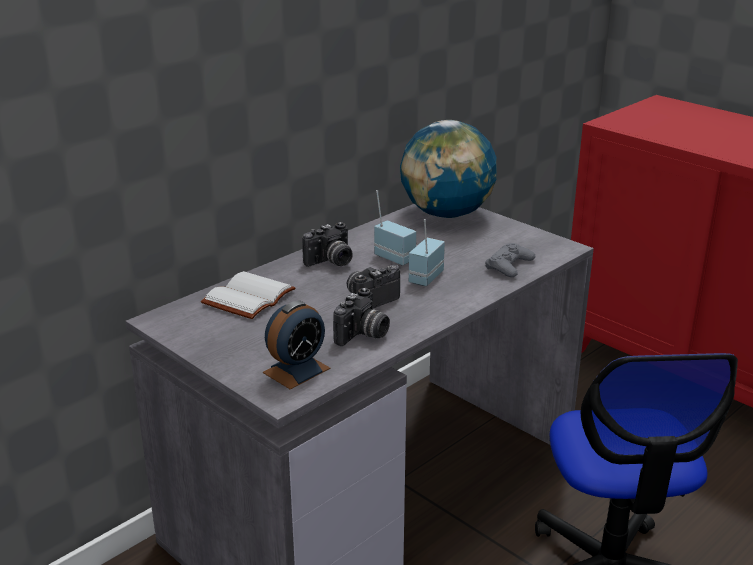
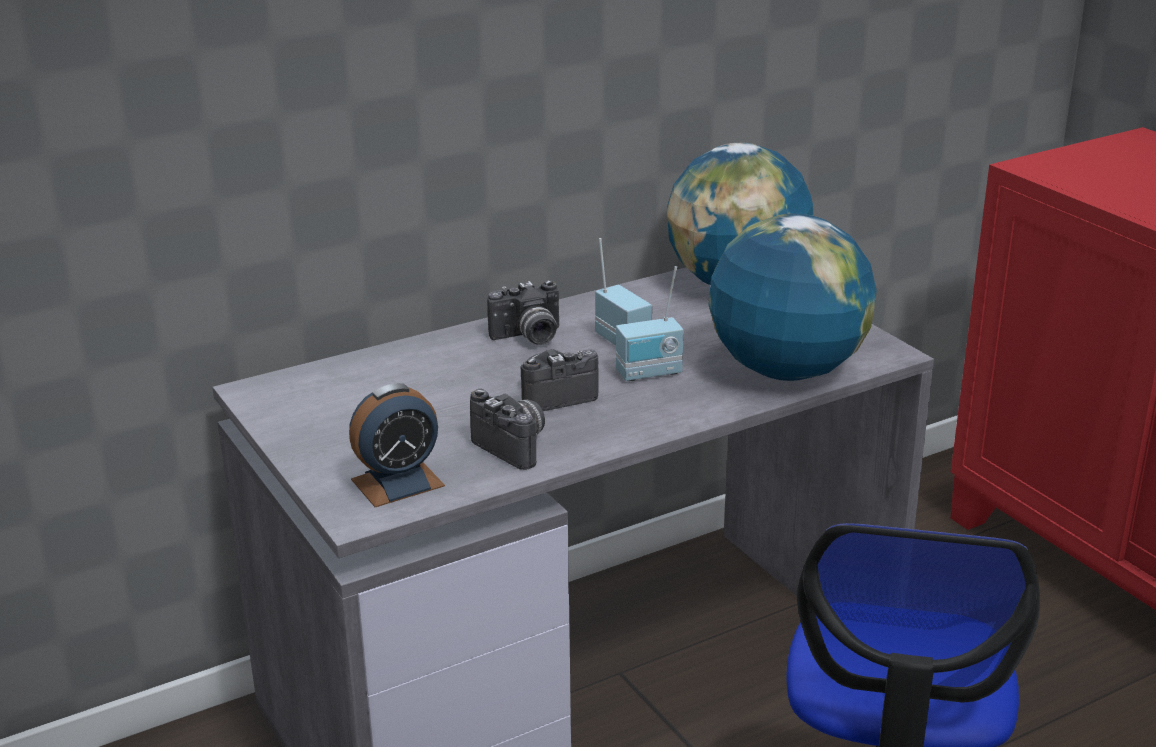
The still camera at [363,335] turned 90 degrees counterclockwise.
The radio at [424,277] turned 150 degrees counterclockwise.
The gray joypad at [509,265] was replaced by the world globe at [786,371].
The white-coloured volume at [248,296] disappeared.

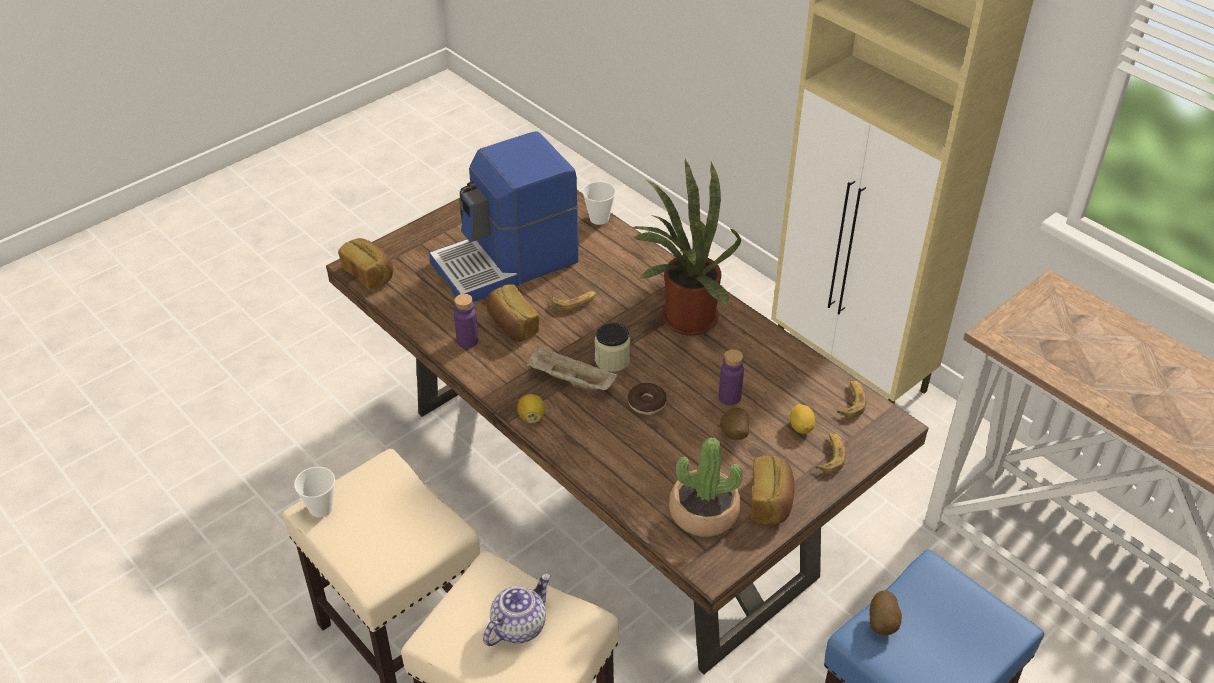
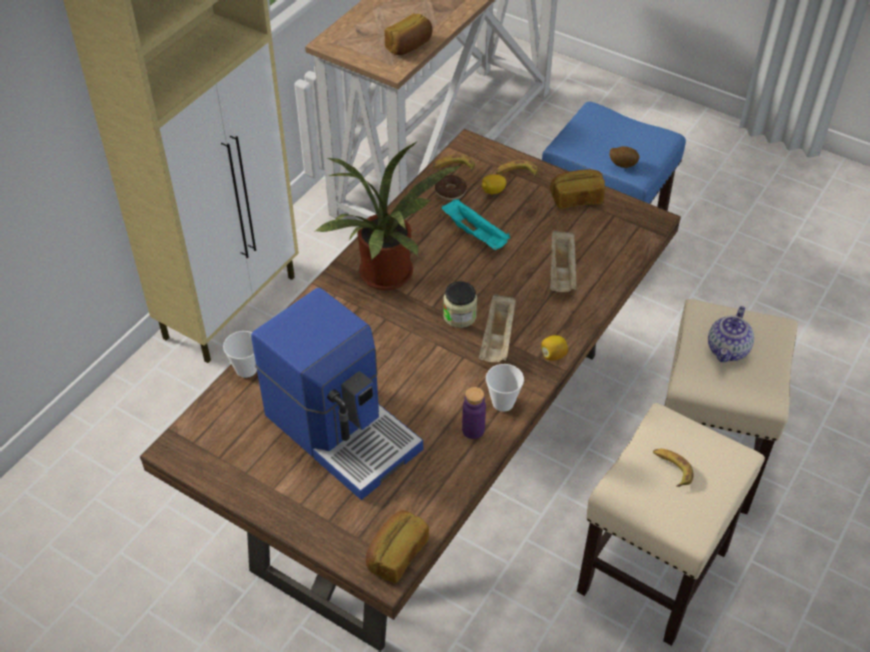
The bakery bread moved from [512,325] to [409,46].
The doughnut moved from [646,403] to [450,192].
The purplish drink bottle at [729,397] was replaced by the turquoise carrying tray at [476,235].
The drinking cup moved from [321,508] to [503,403].
The beige carrying tray at [562,272] appeared.
The banana moved from [574,302] to [671,468].
The tea pot at [518,625] turned 90 degrees counterclockwise.
The houseplant at [703,513] disappeared.
The whole potato at [733,435] disappeared.

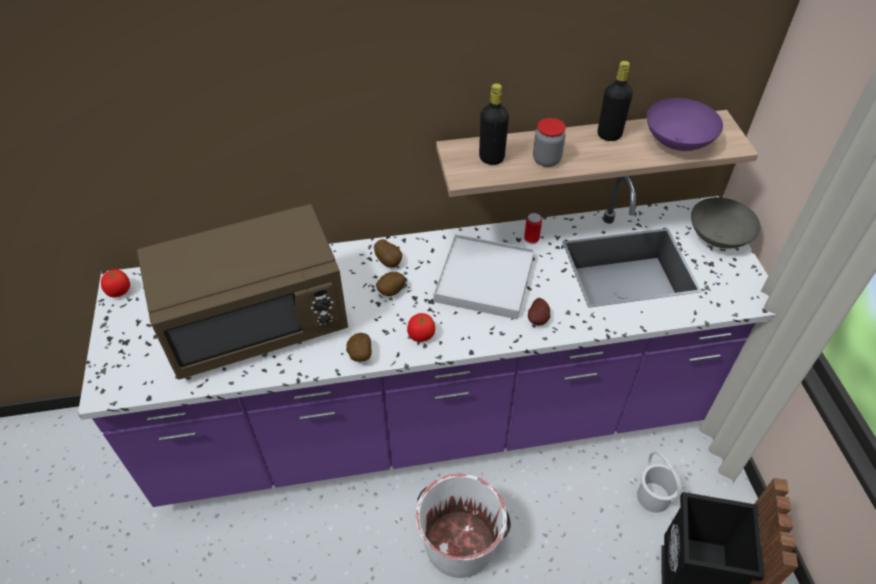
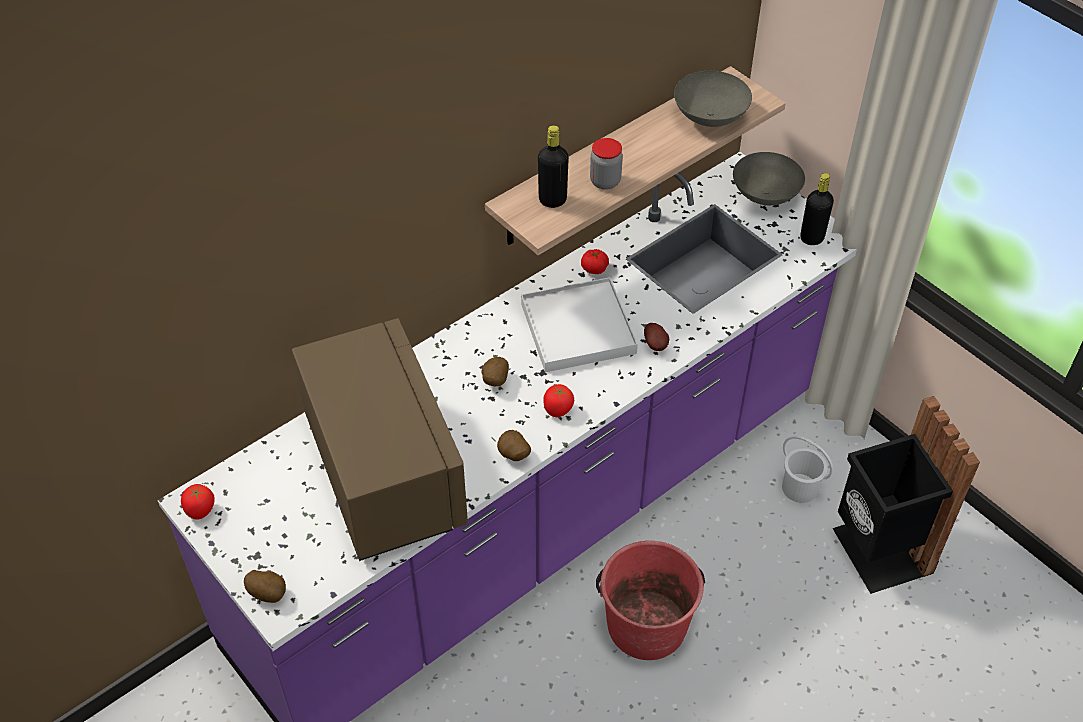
The whole potato moved from [389,261] to [268,593].
The brown kitchen microwave at [257,322] turned 60 degrees counterclockwise.
The metal can at [531,239] was replaced by the tomato at [594,268].
The white-coloured water bucket at [460,543] became the red water bucket at [646,624].
The purplish serving bowl at [678,142] became the gray serving bowl at [710,117].
The black drink bottle moved from [609,135] to [812,238].

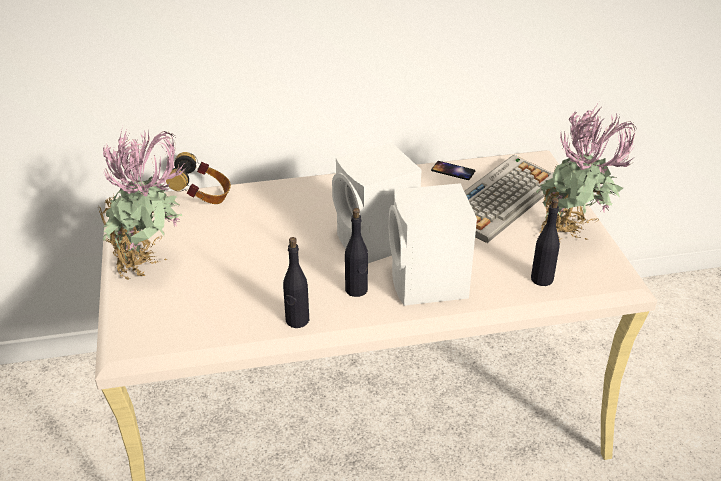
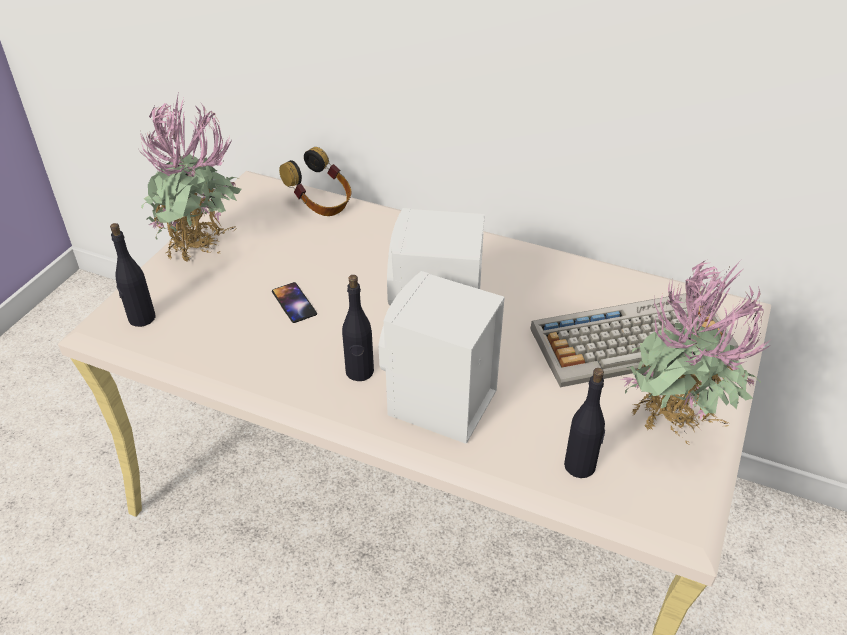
The black drink bottle moved from [297,320] to [141,318].
The phone moved from [453,171] to [294,303].

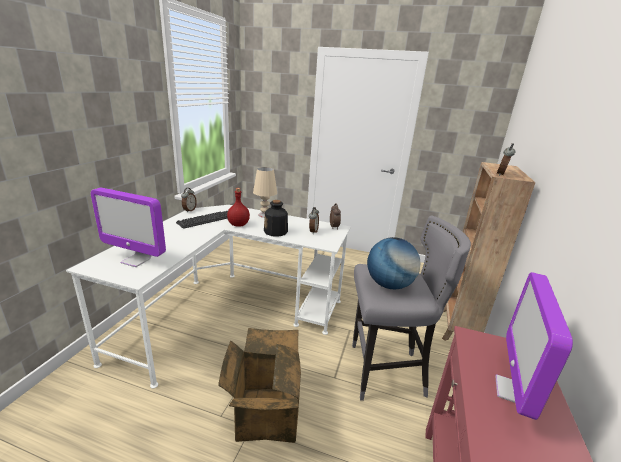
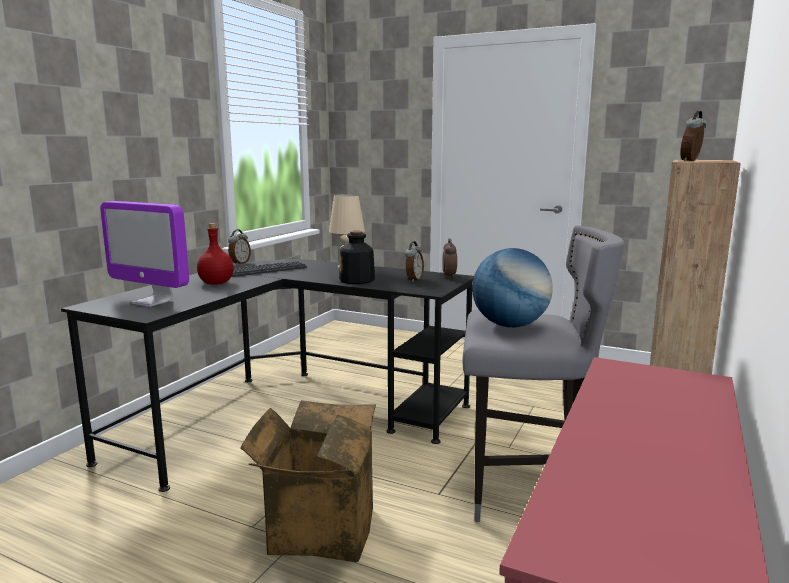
The white-coloured desk unit at [229,312] became the black desk unit at [290,414].
The red drink bottle moved from [238,224] to [217,283].
The monitor at [514,392] disappeared.

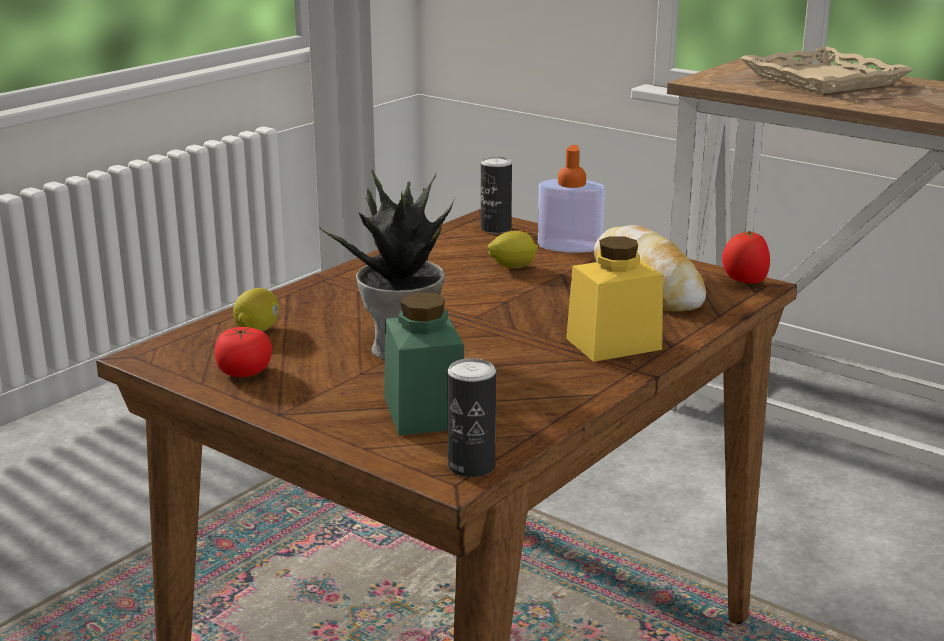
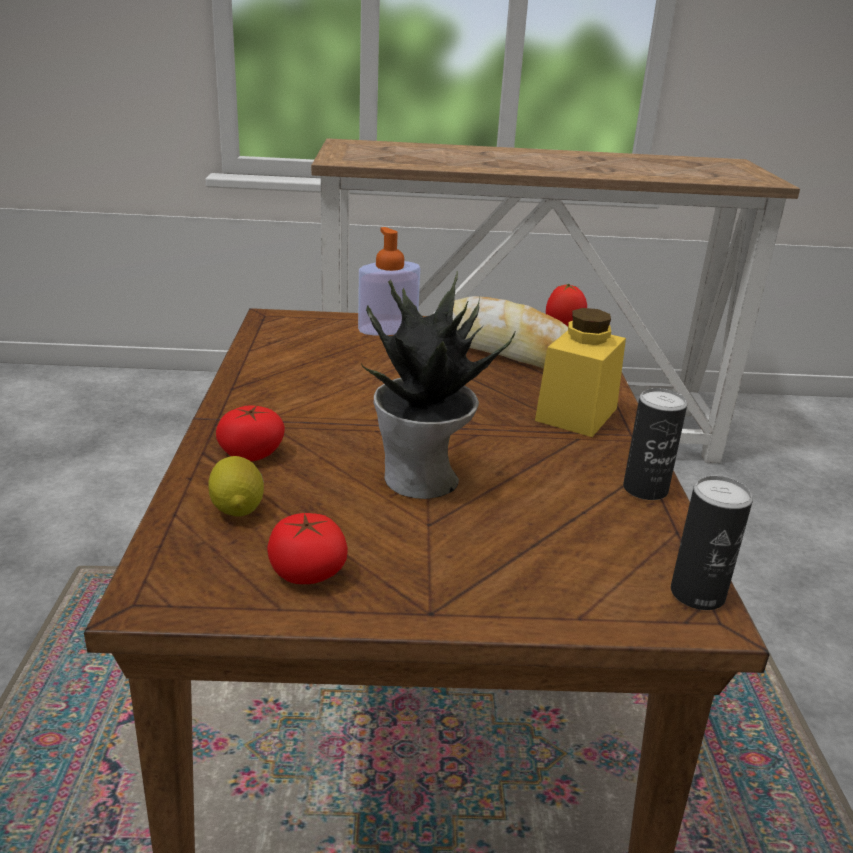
The tomato at [251,453] appeared.
The metal can moved from [495,229] to [645,489].
The greenish preserve jar at [424,412] disappeared.
The lemon at [512,267] disappeared.
The beige carrying tray at [824,80] disappeared.

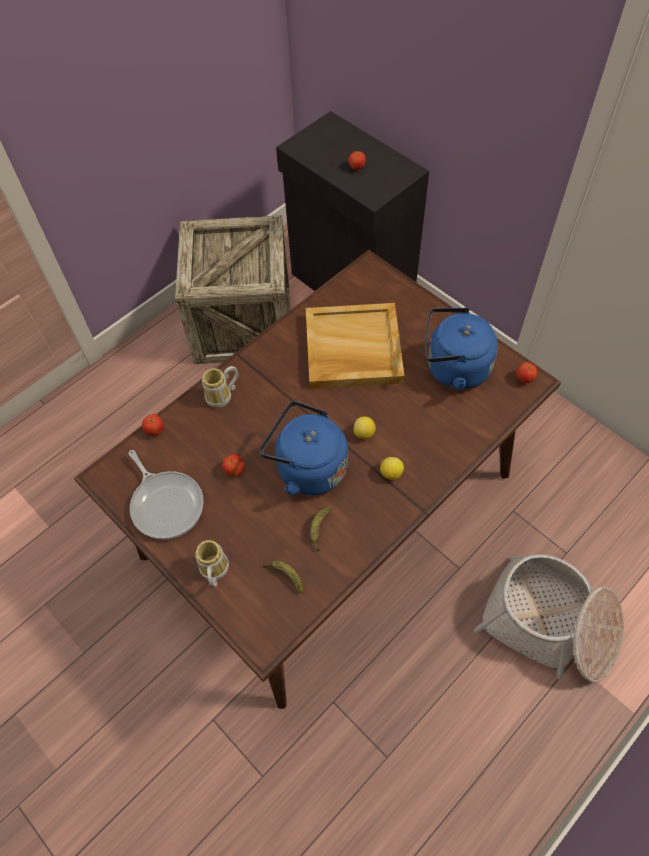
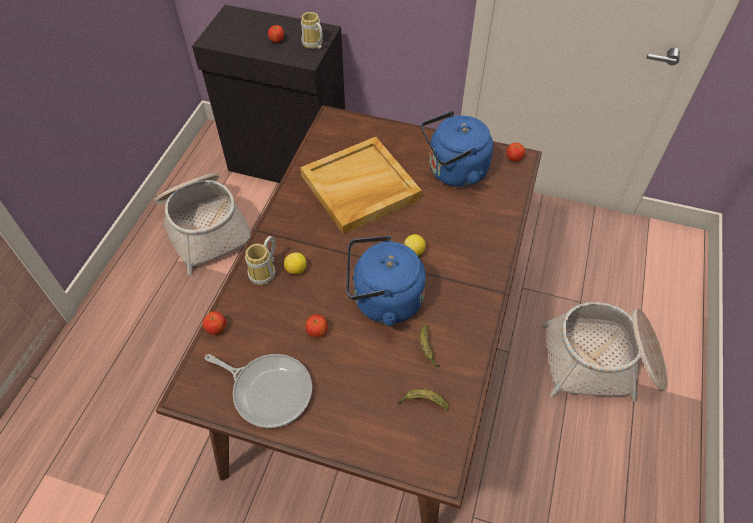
The packing crate at [243,323] was replaced by the basket at [205,227].
The lemon moved from [391,473] to [296,270].
The coffee mug moved from [213,571] to [313,45].

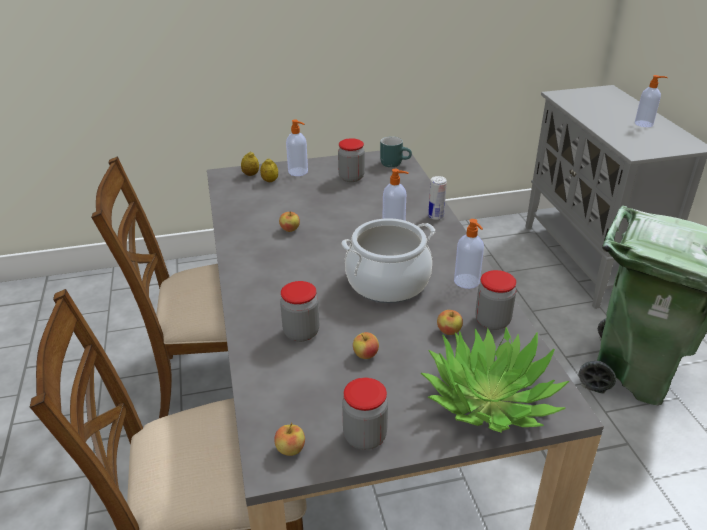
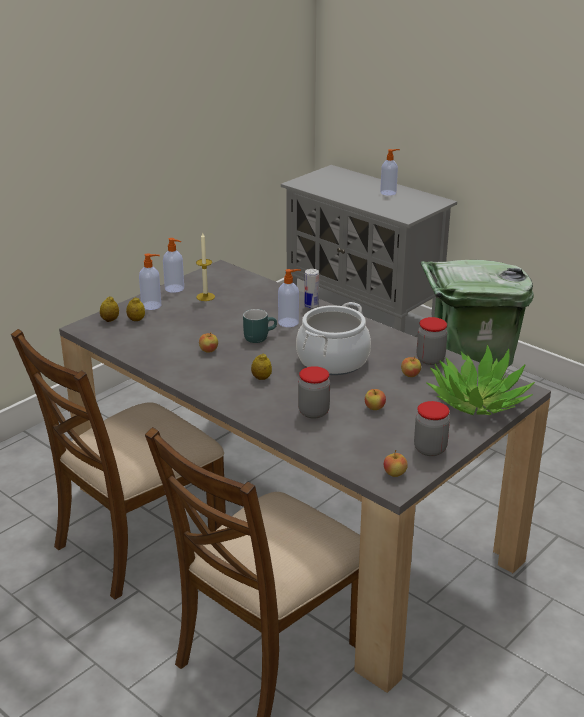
The soap dispenser moved from [467,282] to [175,288].
The preserve jar at [351,177] was replaced by the candle at [205,297].
The turquoise coffee mug moved from [395,163] to [259,336].
The lemon at [261,378] appeared.

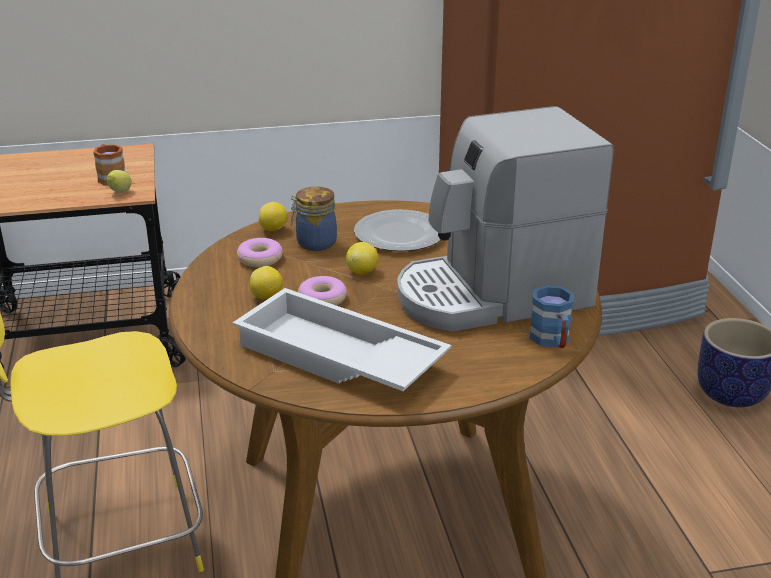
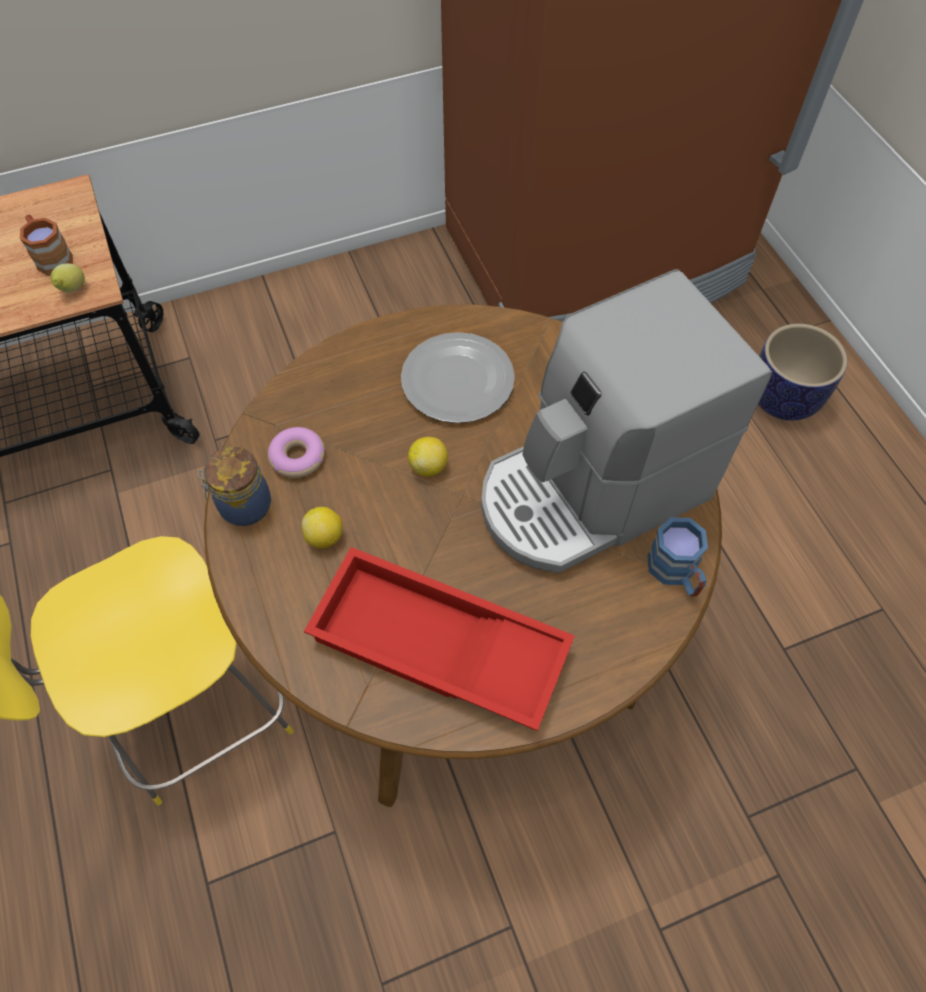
The preserve jar moved from [314,243] to [243,506].
The white-coloured carrying tray at [336,358] became the red carrying tray at [435,648].
The lemon at [274,230] disappeared.
The doughnut at [322,299] disappeared.

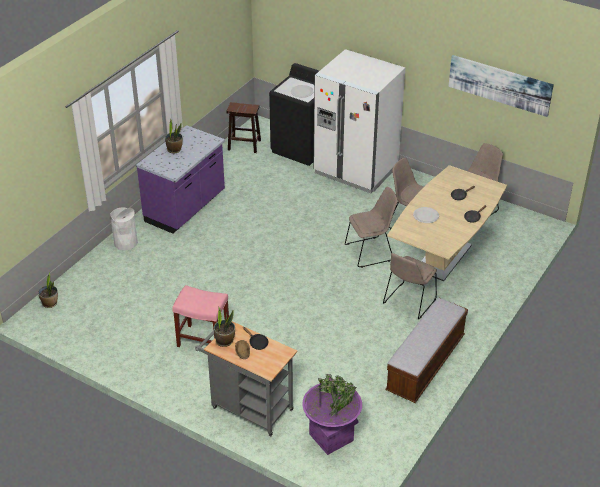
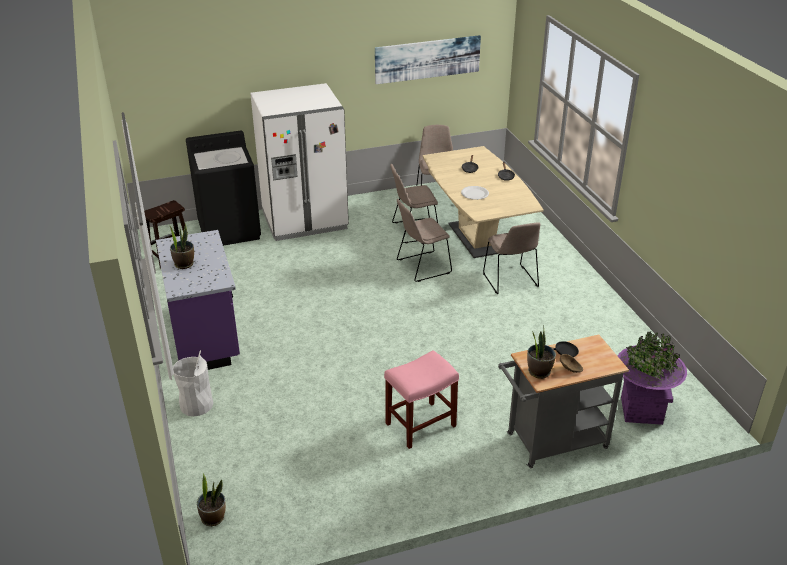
The beige plain chair at [370,252] turned 135 degrees counterclockwise.
The long seat at [425,364] disappeared.

